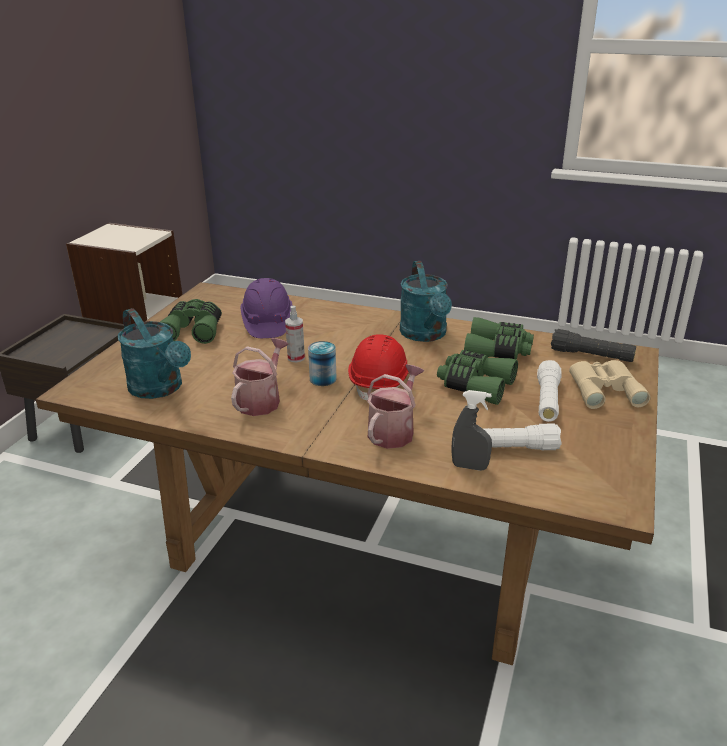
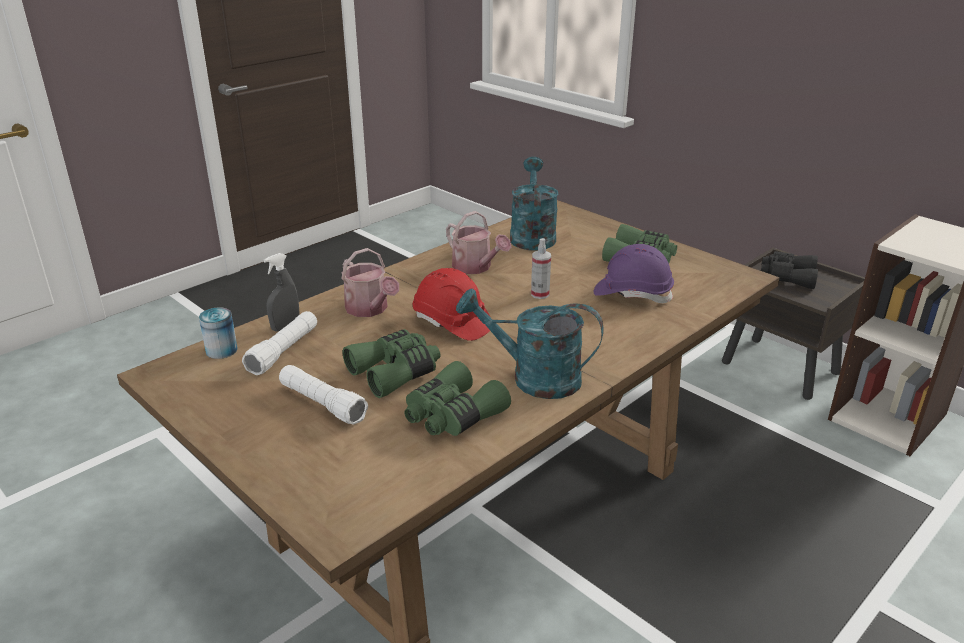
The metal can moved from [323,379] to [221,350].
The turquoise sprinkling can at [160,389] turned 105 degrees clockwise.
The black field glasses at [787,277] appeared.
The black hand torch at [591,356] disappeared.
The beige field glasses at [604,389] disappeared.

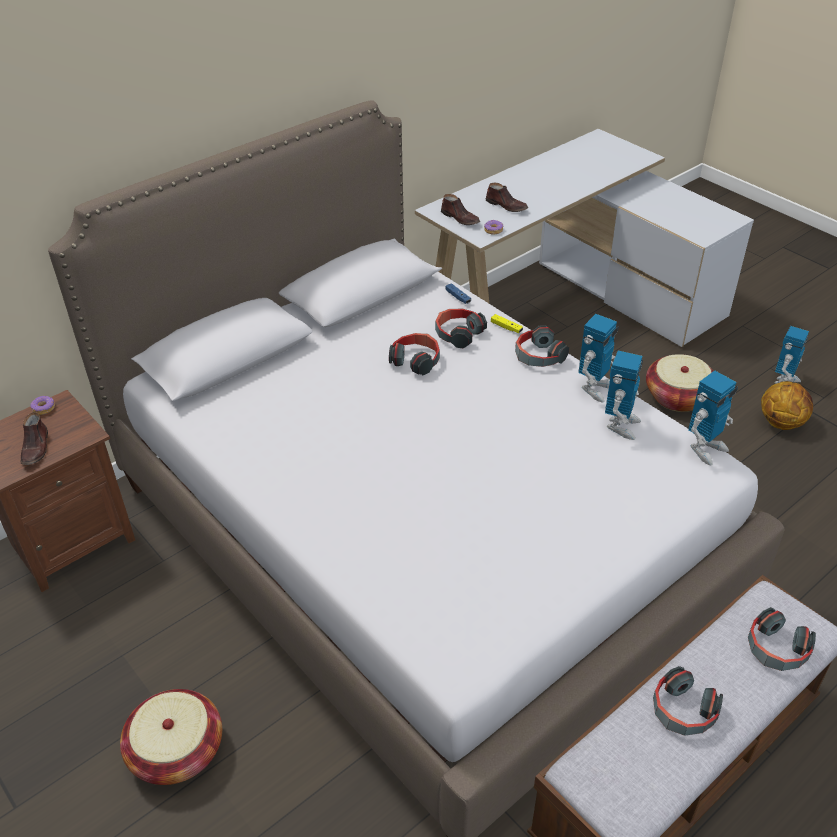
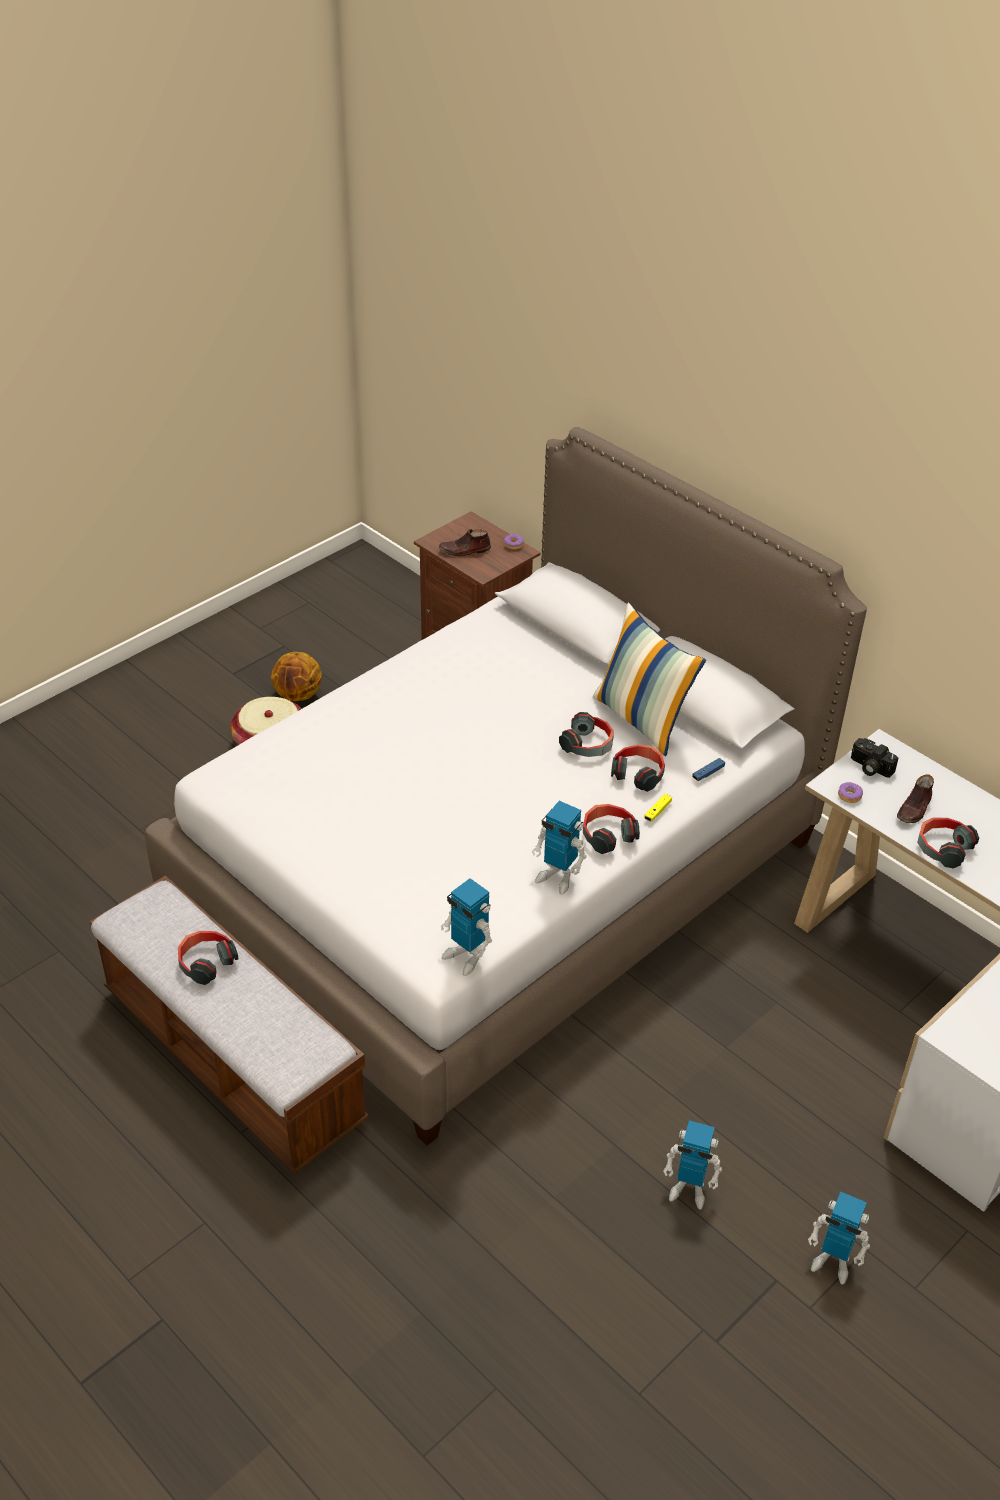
The ball for basketball moved from [781,422] to [298,695].
The throw pillow at [642,719] appeared.
The toy robot moved from [620,426] to [689,1189].
The brown low shoe at [460,218] was replaced by the still camera at [869,767].
The pair of headphones moved from [776,649] to [942,848].
The basket at [677,397] disappeared.

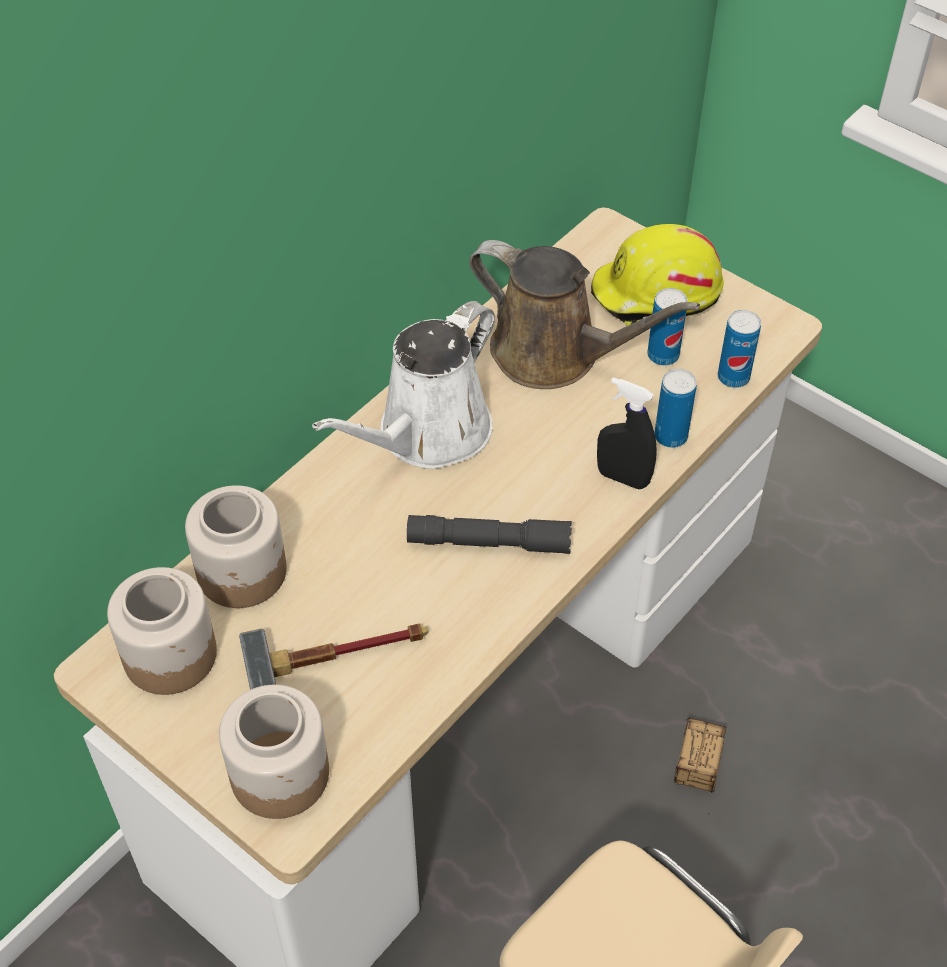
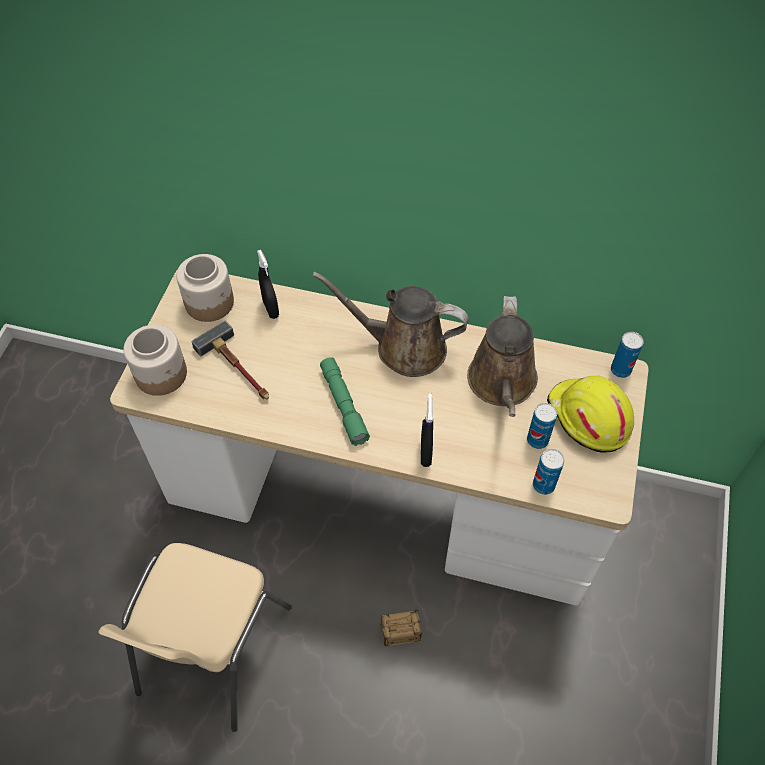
The preserve jar at [242,572] was replaced by the black spray bottle at [271,308].
The white-coloured sprinkling can at [427,435] became the brown sprinkling can at [403,347].
The gray hand torch at [489,542] became the greenish hand torch at [343,405].
The metal can moved from [670,436] to [620,370].

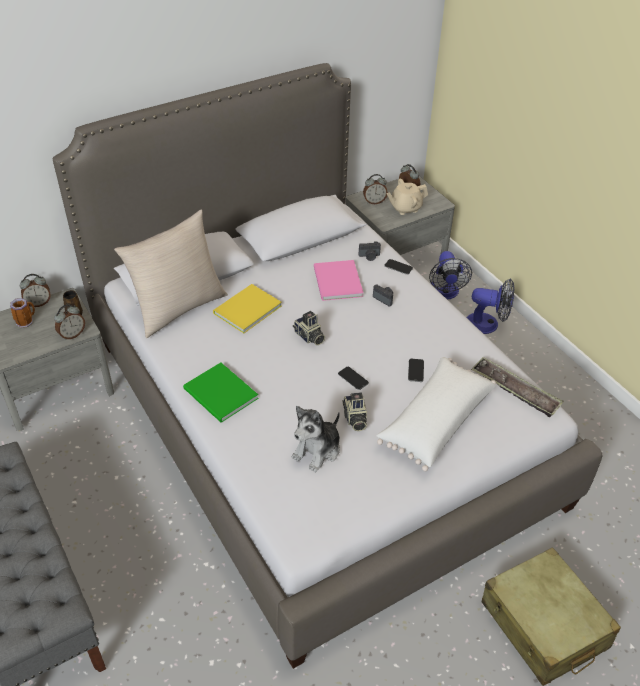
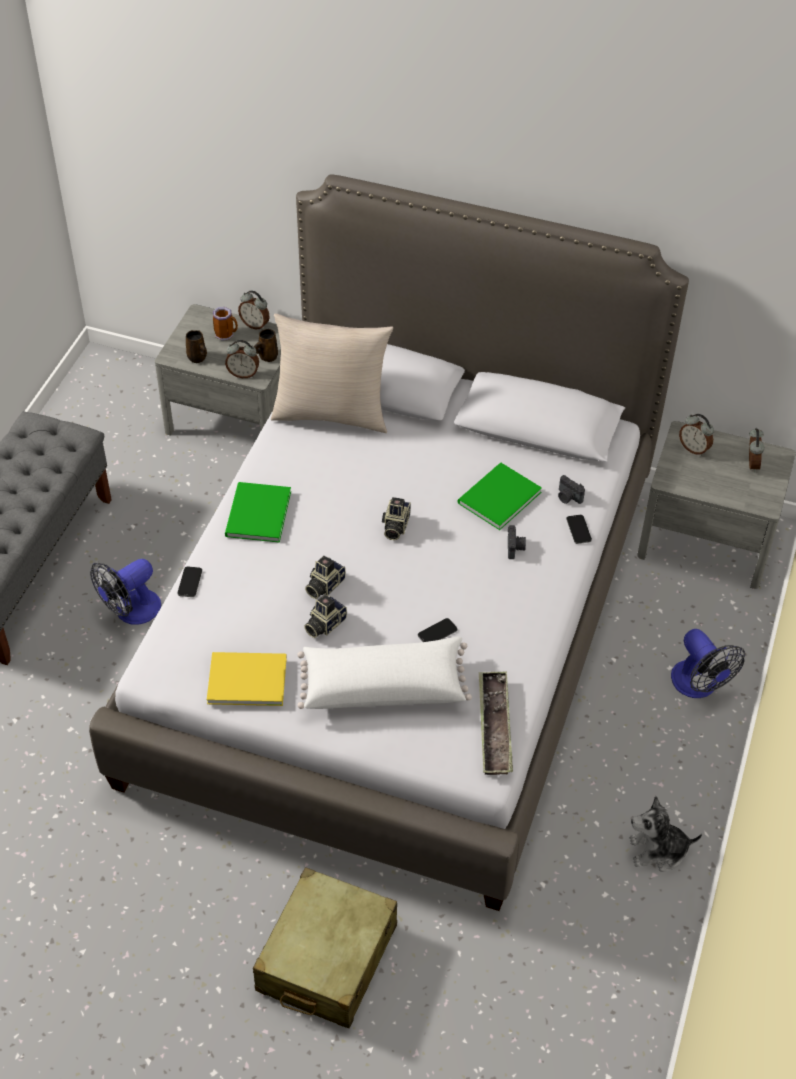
The cooling fan moved from [444,293] to [131,611].
The phone moved from [353,379] to [190,582].
The brown coffee mug at [197,358] appeared.
The yellow volume moved from [245,310] to [245,678].
The still camera at [324,585] appeared.
The pink volume at [336,283] became the greenish volume at [496,498].
The soft toy moved from [318,450] to [658,851].
The beige tea pot at [405,208] disappeared.

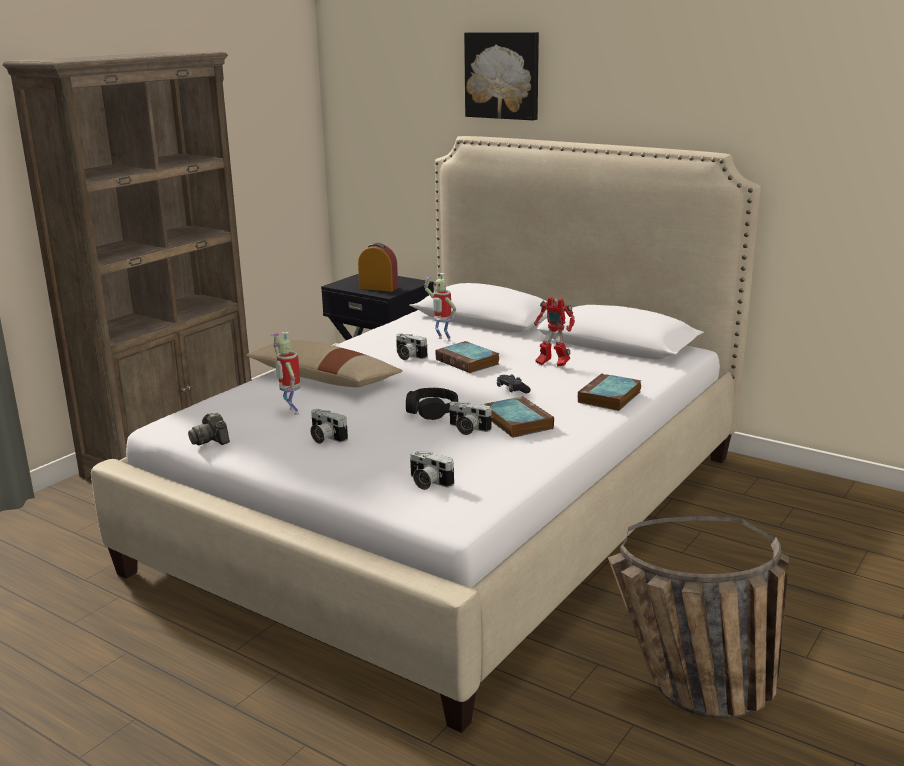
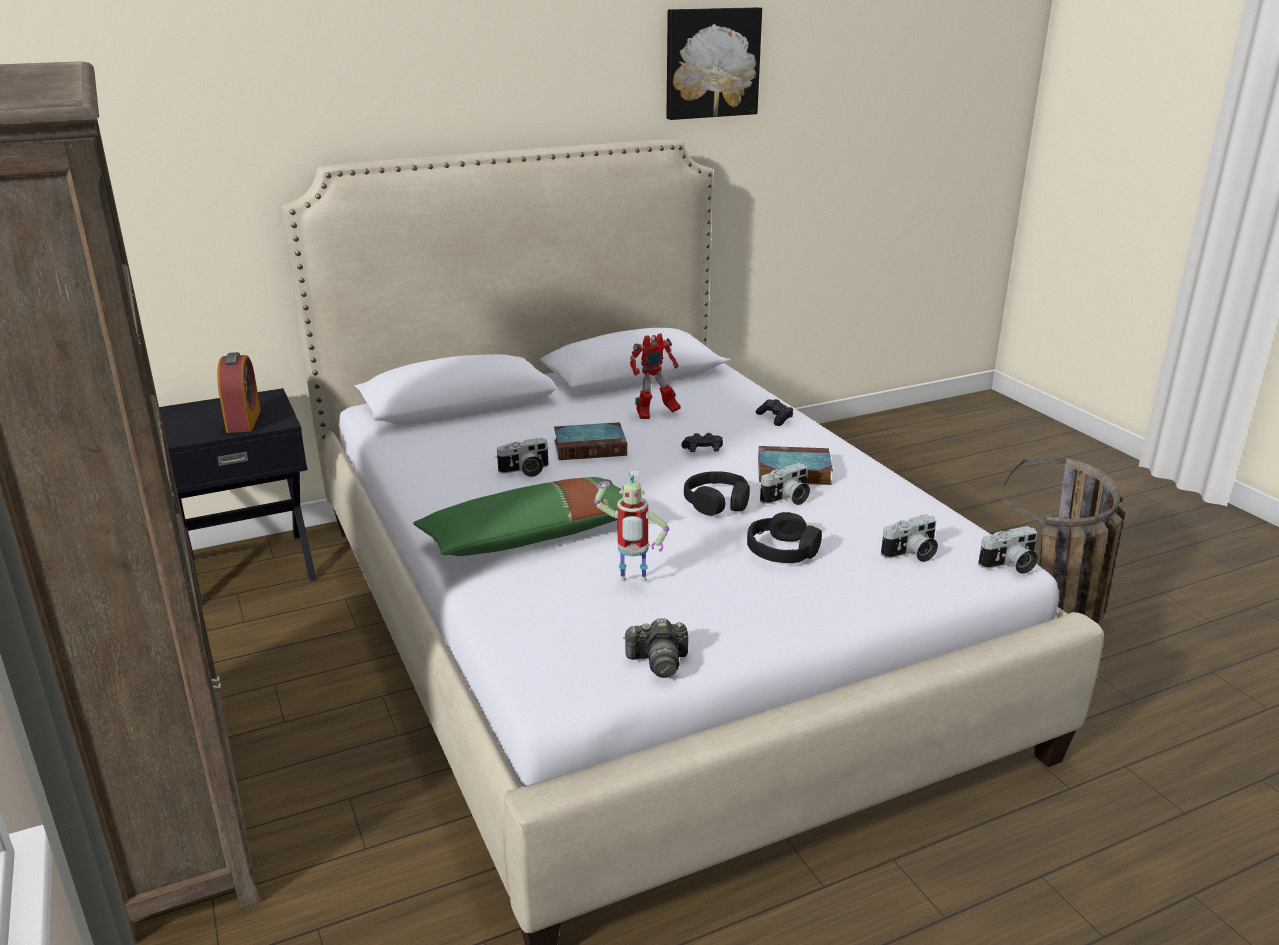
The alarm clock at [378,288] turned 120 degrees clockwise.
The beige throw pillow at [324,379] became the greenish throw pillow at [532,537].
The picture moved from [503,75] to [711,63].
The black pair of headphones at [782,551] appeared.
The volume at [609,397] was replaced by the black joypad at [775,418].
The still camera moved from [325,438] to [1010,565].
The toy robot at [442,340] disappeared.

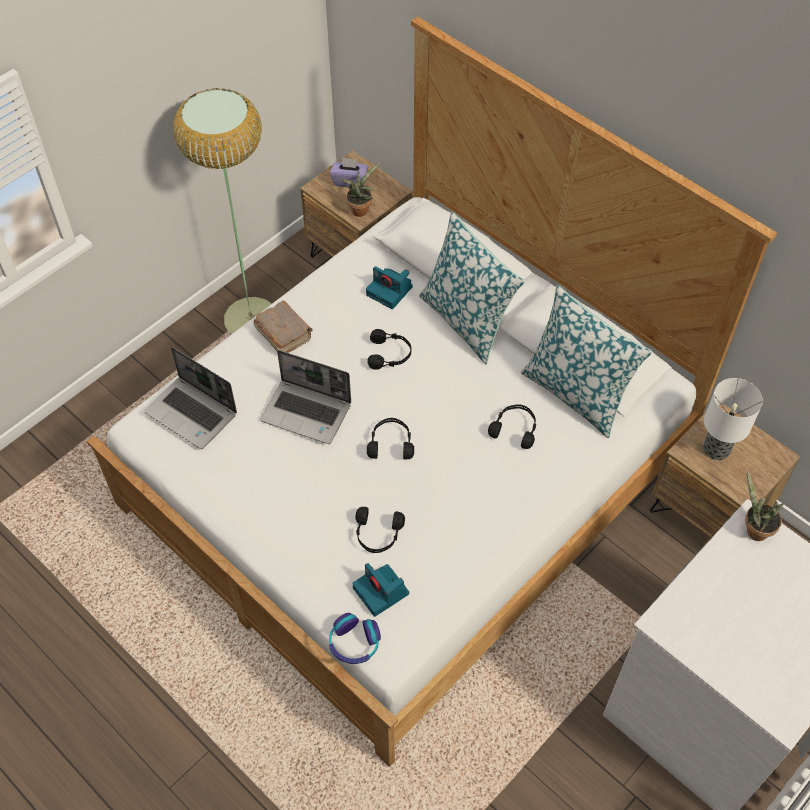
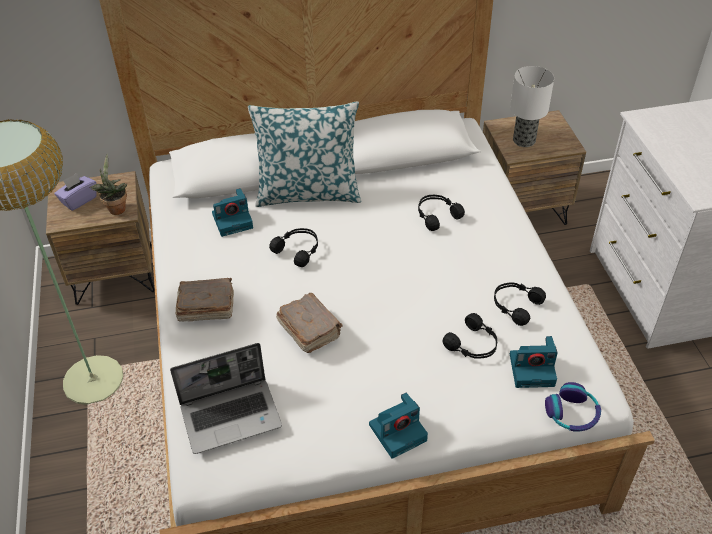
The notebook computer at [307,412] was replaced by the brown volume at [309,329].
The still camera at [398,431] appeared.
The black pair of headphones moved from [391,443] to [515,306].
The throw pillow at [576,393] disappeared.
The houseplant at [753,530] disappeared.

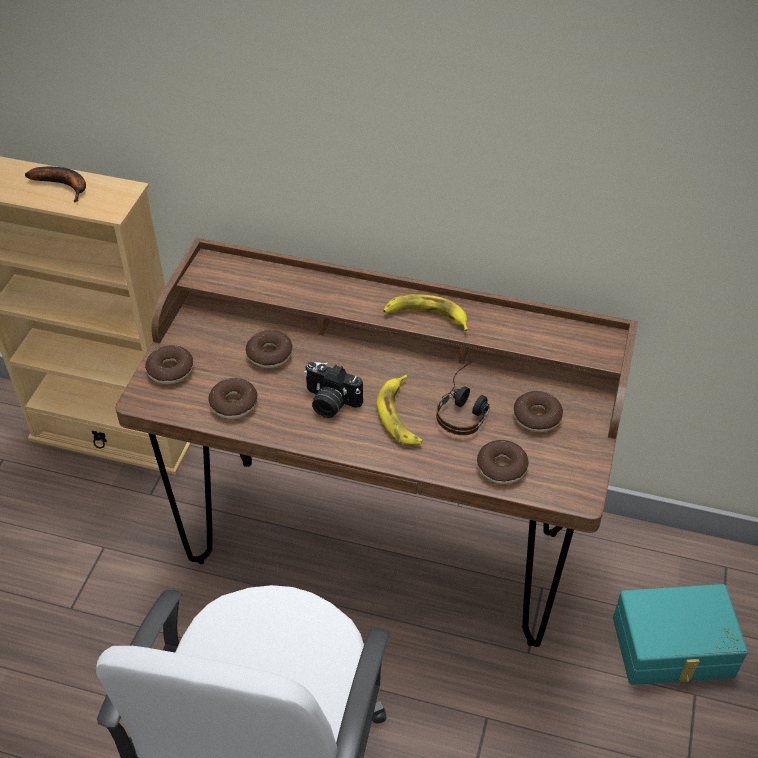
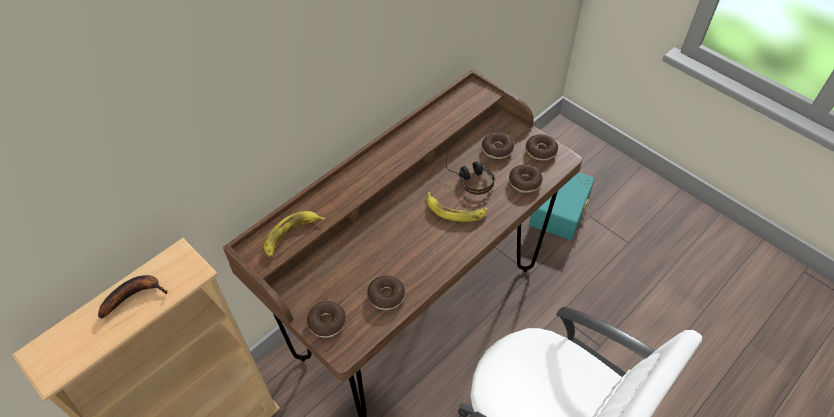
The banana moved from [426,316] to [291,235].
The doughnut moved from [269,354] to [540,151].
The still camera at [330,402] disappeared.

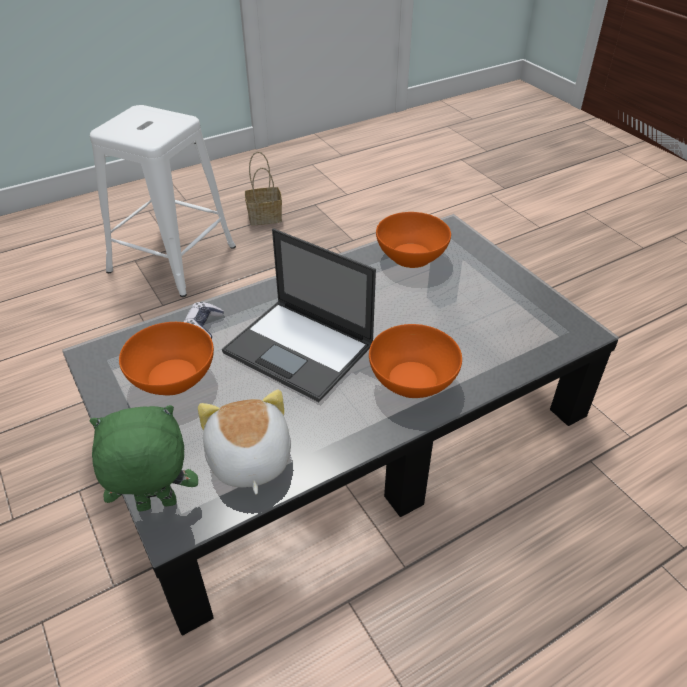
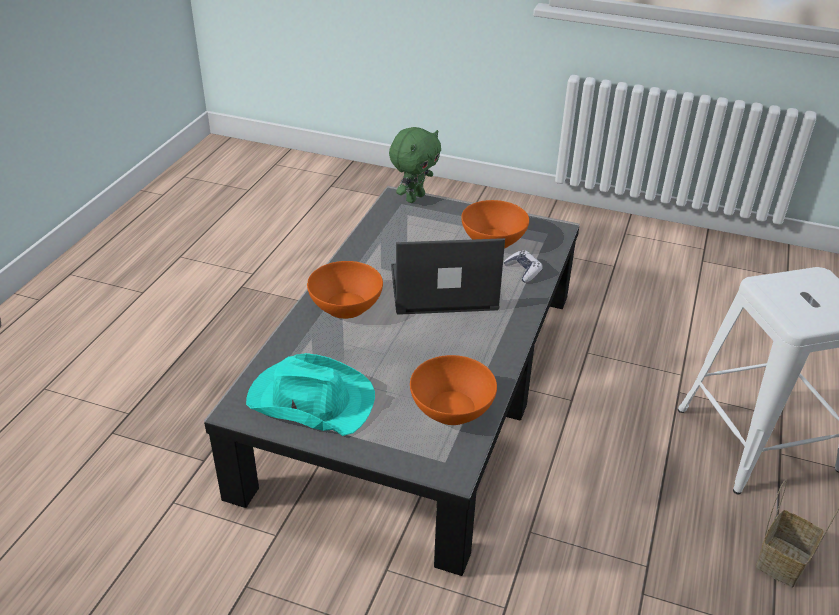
The turquoise hat at [310,399] appeared.
The soft toy at [248,460] disappeared.

